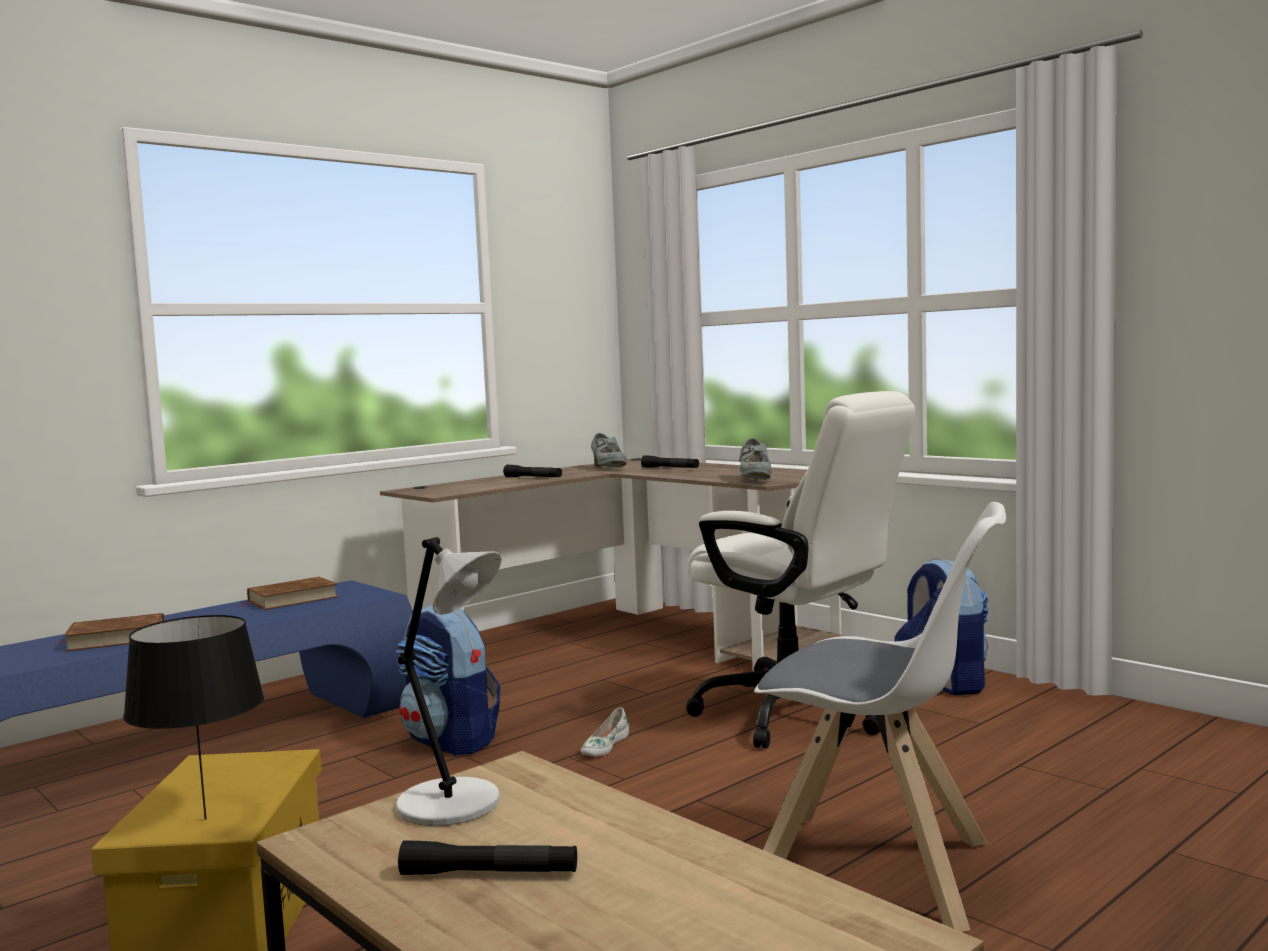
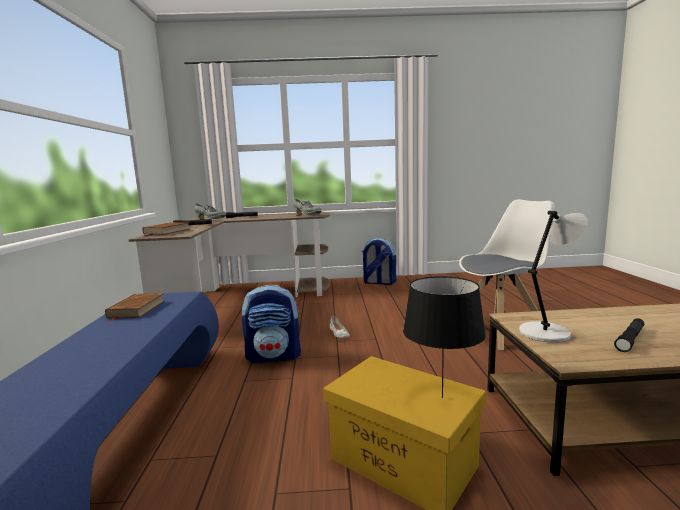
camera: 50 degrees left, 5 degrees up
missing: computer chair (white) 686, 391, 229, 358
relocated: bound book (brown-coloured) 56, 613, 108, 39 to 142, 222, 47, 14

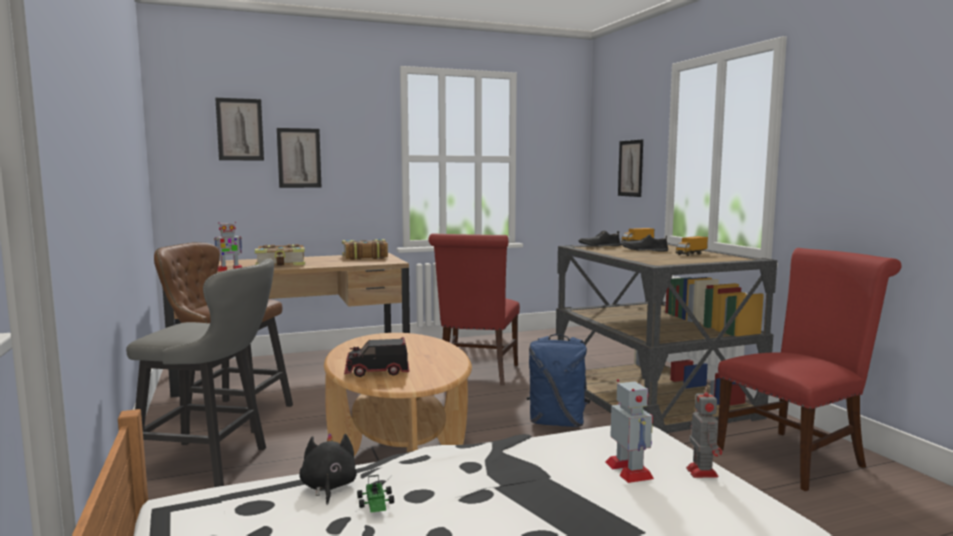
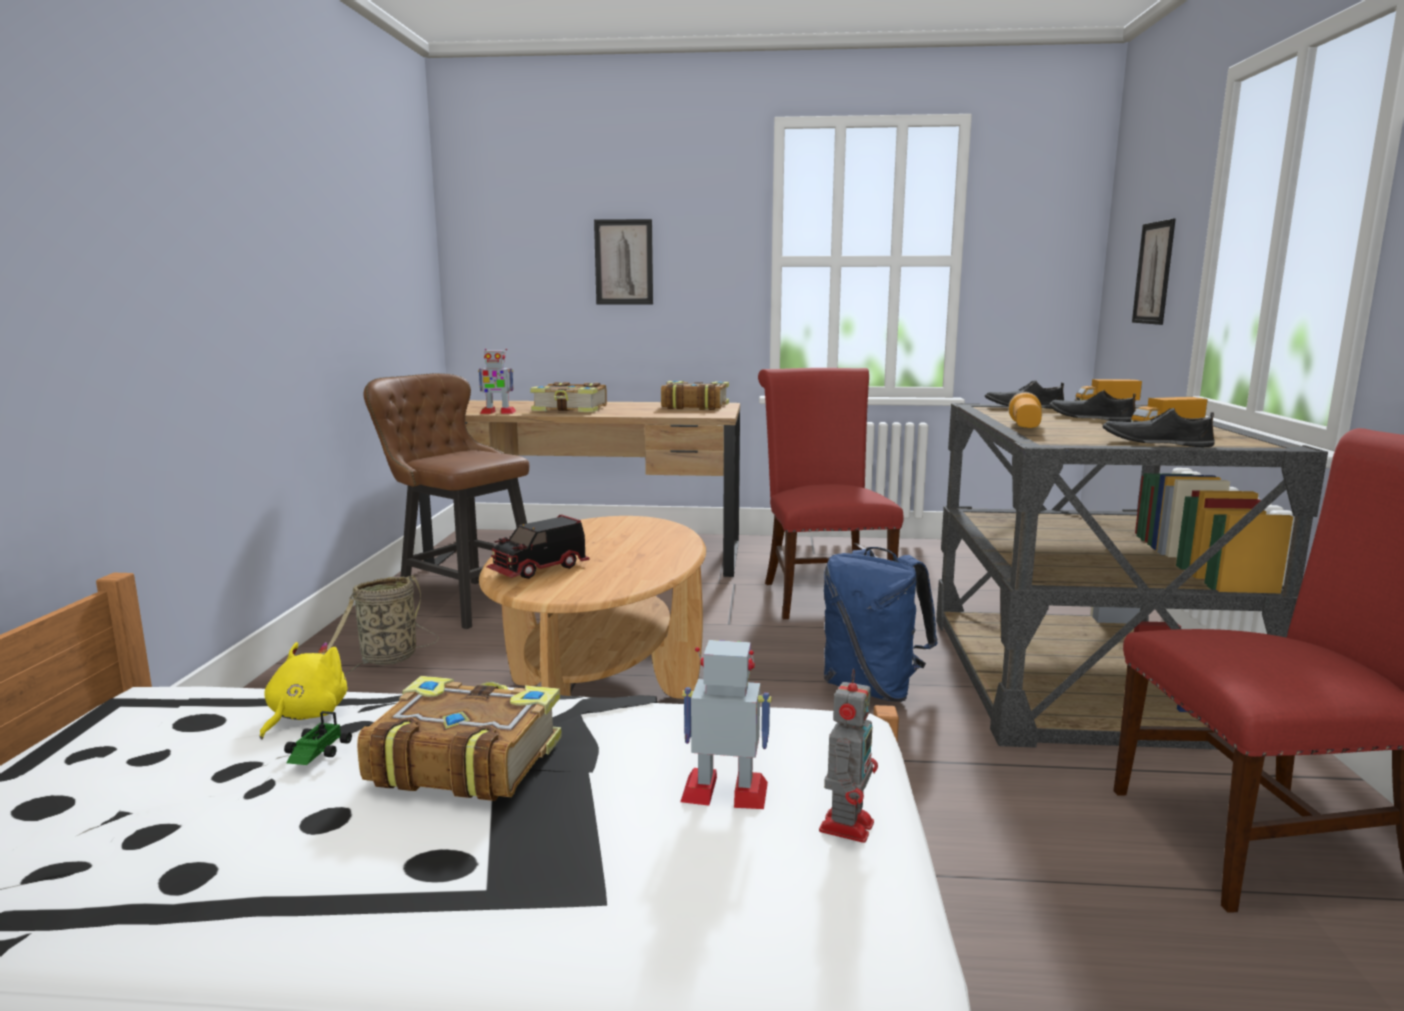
camera: 25 degrees right, 5 degrees up
missing: picture 215, 98, 49, 63
appeared: bound book 357, 676, 205, 125; flashlight 1008, 392, 34, 36; low shoe (black-coloured) 1103, 408, 112, 39
exchanged: stool seat (gray) 126, 258, 148, 229 to household basket 327, 575, 112, 100
colour: soft toy (black-coloured) 299, 433, 58, 72 to soft toy (yellow) 260, 642, 88, 97
spun: toy lorry 344, 337, 65, 40 = 487, 515, 103, 64 60 degrees counterclockwise; plain chair (reddish) 428, 233, 92, 153 = 758, 368, 146, 251 135 degrees clockwise; toy robot 606, 379, 48, 104 = 680, 640, 92, 169 90 degrees counterclockwise

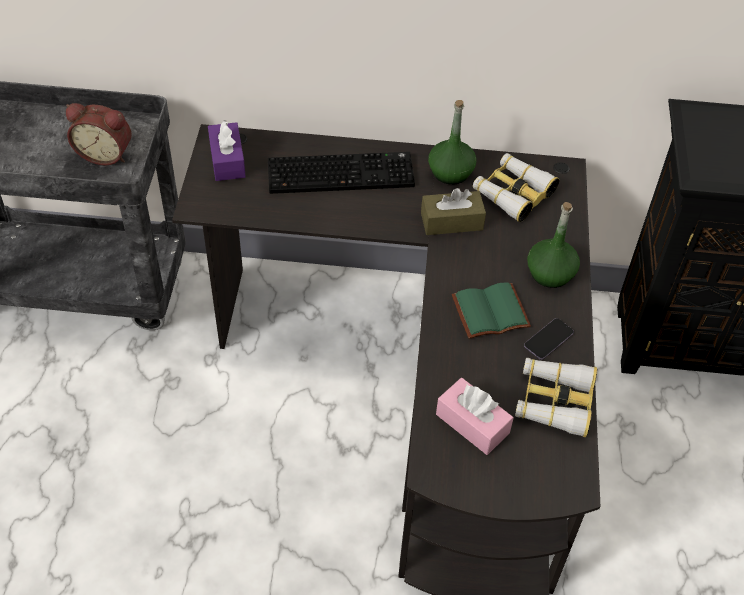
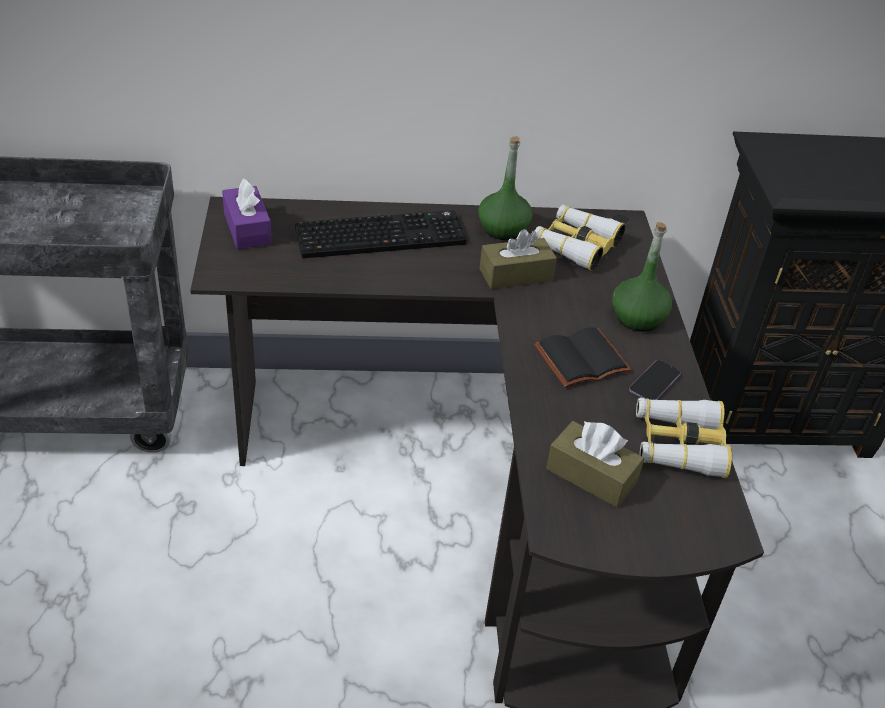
camera: 10 degrees left, 10 degrees down
missing: alarm clock 66, 103, 66, 62
colour: box of tissues (pink) 436, 378, 78, 77 to box of tissues (brown-coloured) 546, 421, 98, 86; bound book (green-coloured) 452, 283, 79, 56 to bound book (black-coloured) 534, 327, 98, 60

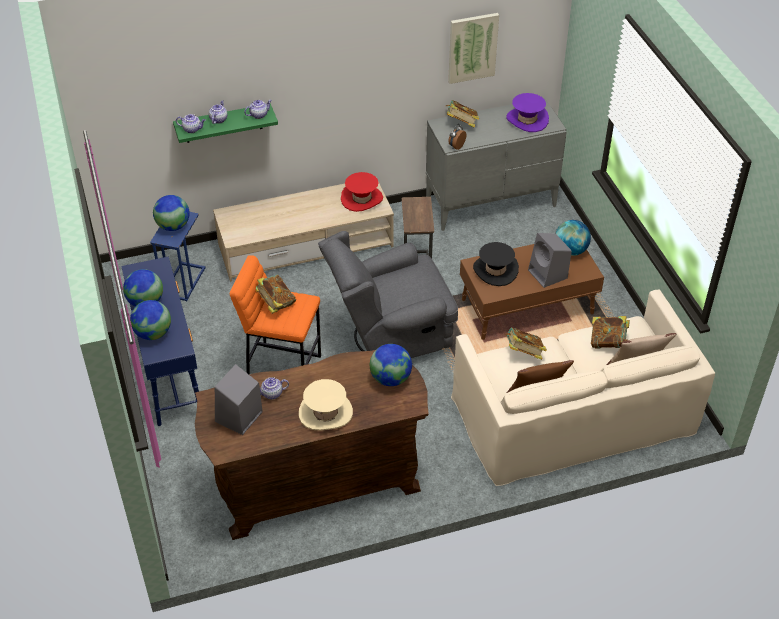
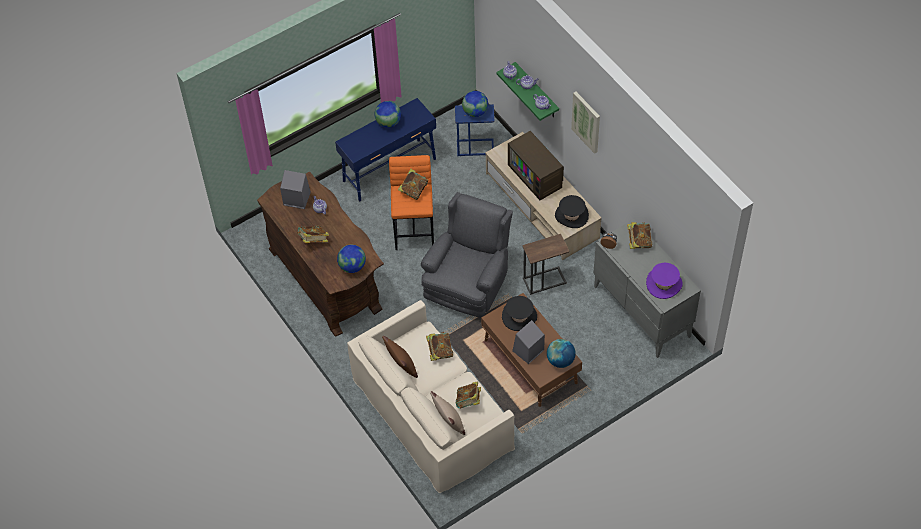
camera: 75 degrees right, 10 degrees up
missing: world globe 130, 300, 41, 40
appeared: TV set 508, 131, 56, 69
relocated: picture 448, 13, 51, 71 to 571, 92, 29, 62
exchanged: clothing hat (beige-coloured) 299, 379, 54, 52 to bound book 297, 226, 32, 17
colour: clothing hat (reddish) 341, 172, 42, 40 to clothing hat (black-coloured) 555, 195, 34, 33
spun: armchair (gray) 318, 231, 140, 127 = 421, 192, 92, 126 60 degrees clockwise

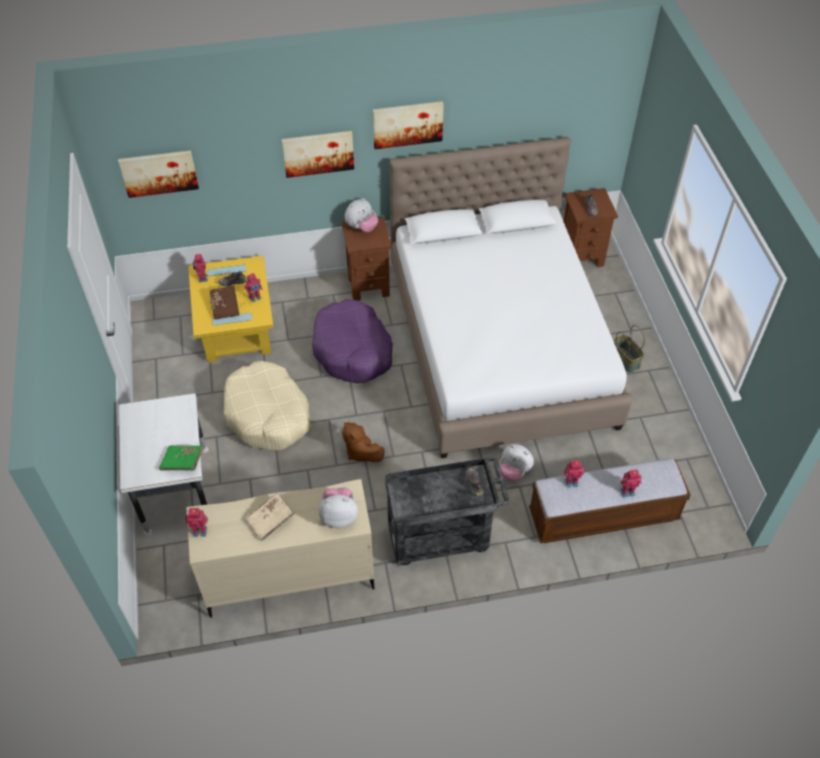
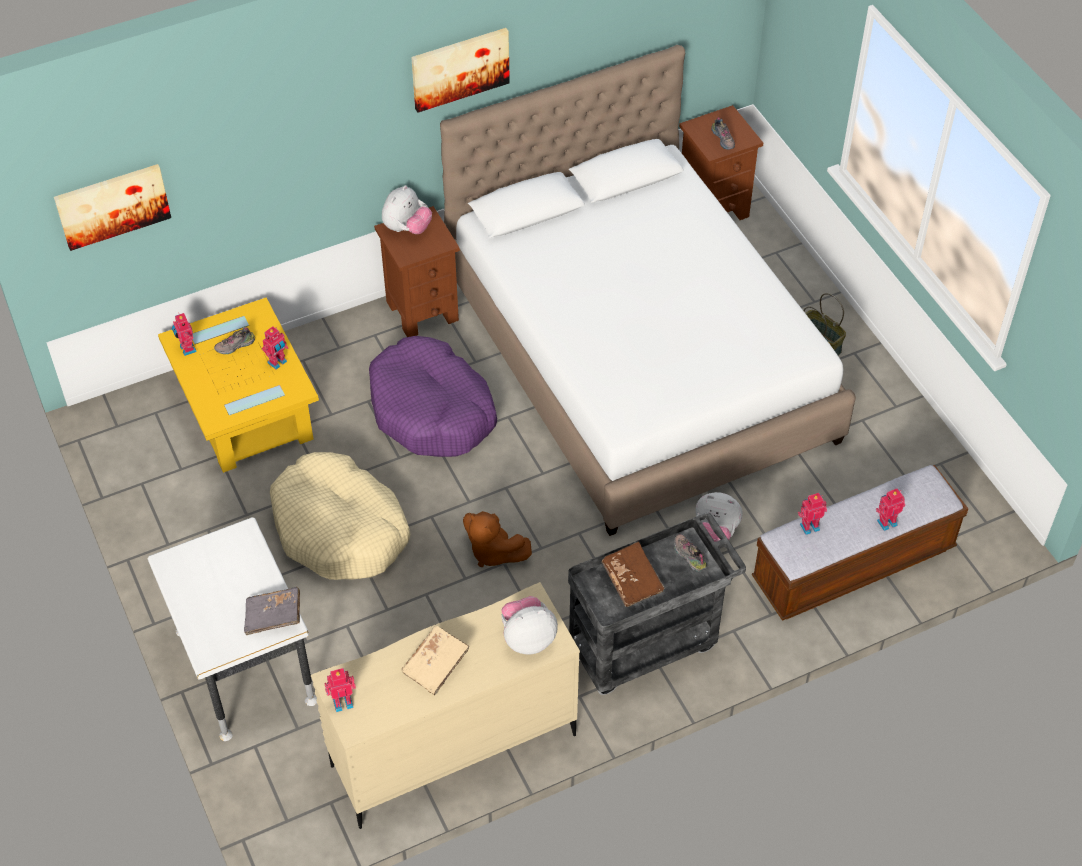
camera: 15 degrees left, 0 degrees up
missing: picture 282, 131, 72, 47
relocated: bound book (brown-coloured) 210, 286, 30, 34 to 601, 542, 64, 65
colour: bound book (green-coloured) 159, 445, 44, 26 to bound book (gray) 244, 587, 56, 48

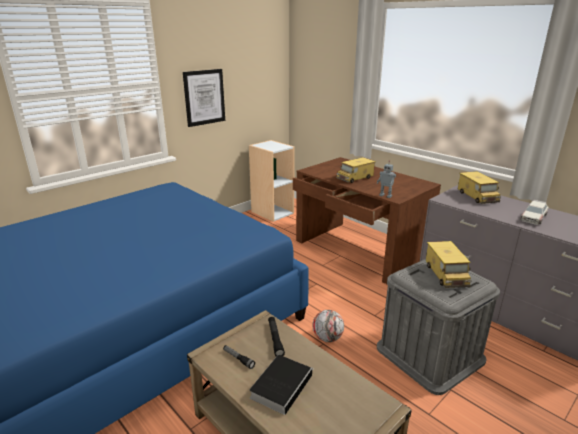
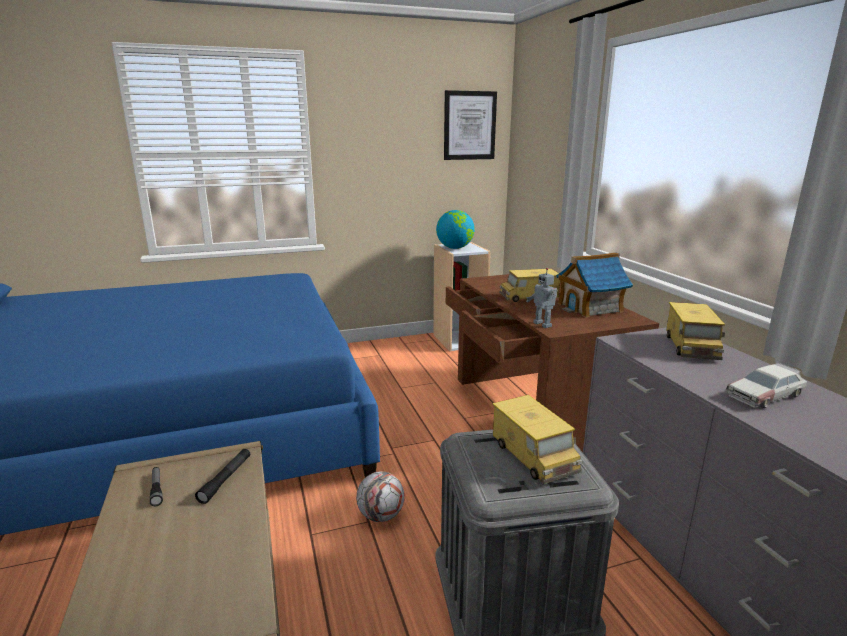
camera: 25 degrees right, 5 degrees down
missing: bound book 249, 355, 65, 60
appeared: world globe 436, 210, 39, 39; toy house 556, 253, 77, 65
relocated: picture 183, 69, 42, 58 to 444, 90, 53, 70
spun: toy lorry 426, 241, 46, 47 = 492, 395, 90, 89 45 degrees counterclockwise

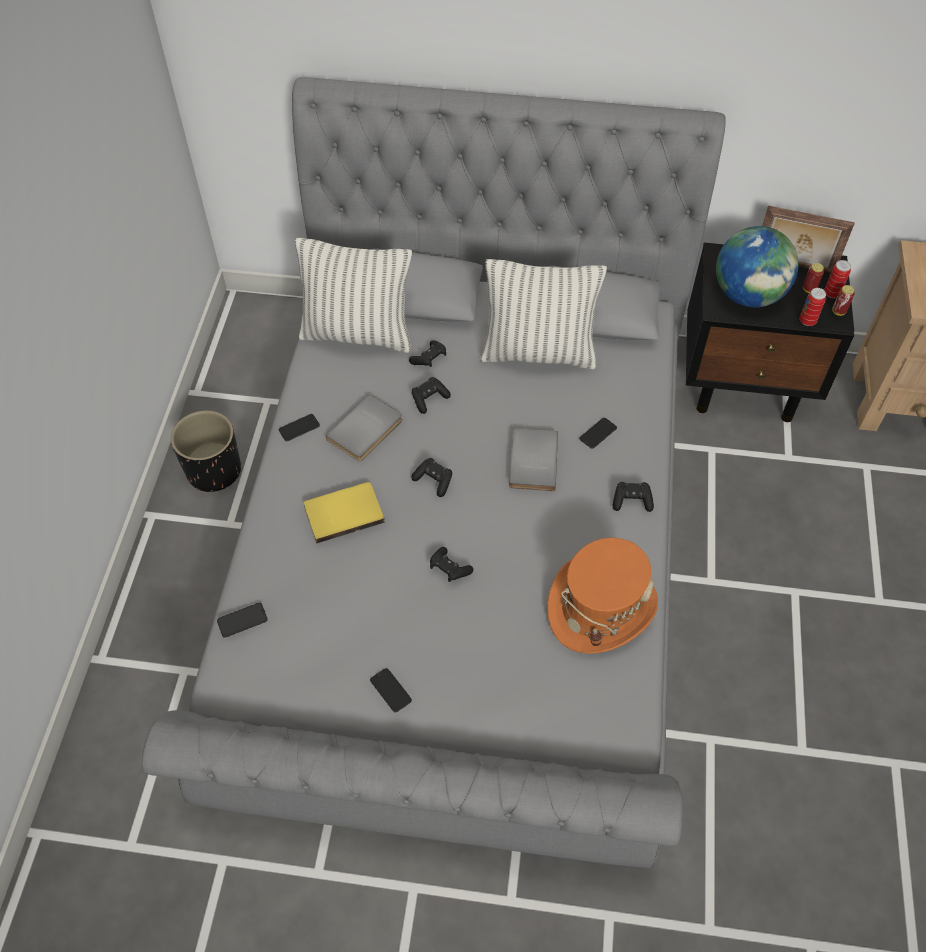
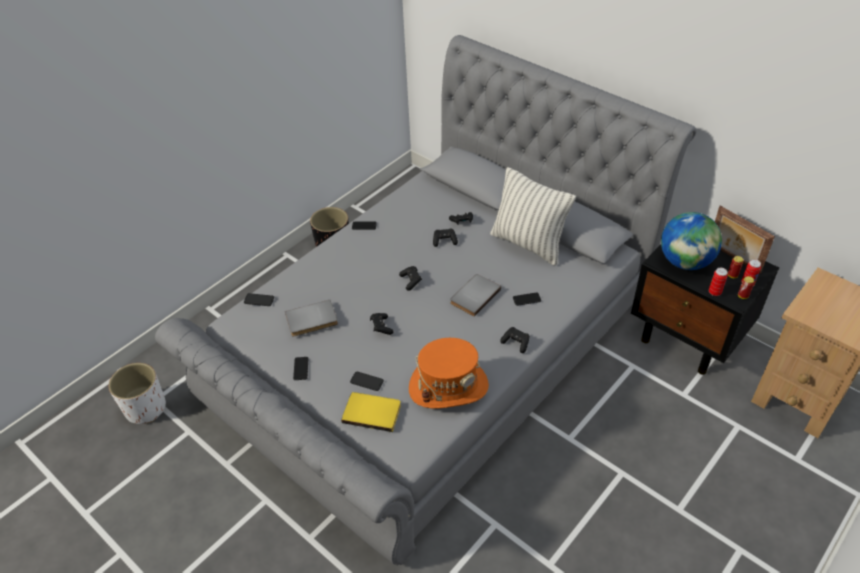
camera: 35 degrees right, 10 degrees down
missing: throw pillow 295, 238, 117, 115
appeared: planter (white) 109, 363, 57, 61; handset 350, 372, 34, 19
relocated: bound book (yellow) 304, 482, 81, 62 to 341, 392, 60, 40; bound book (gray) 326, 394, 76, 67 to 285, 300, 53, 36

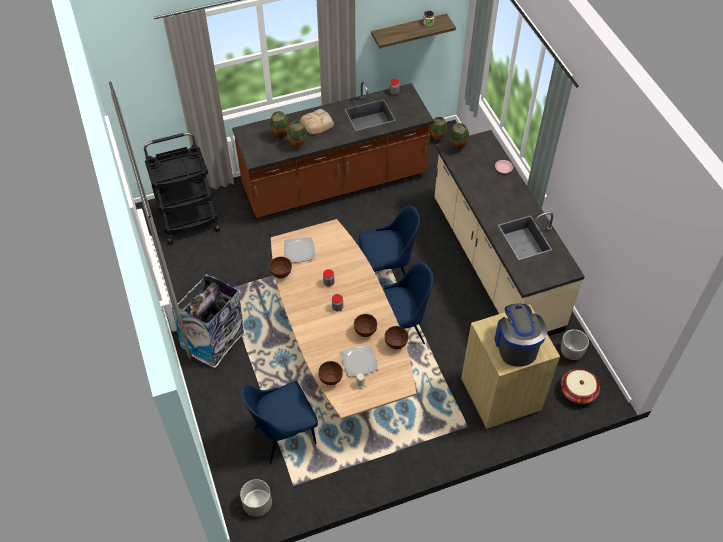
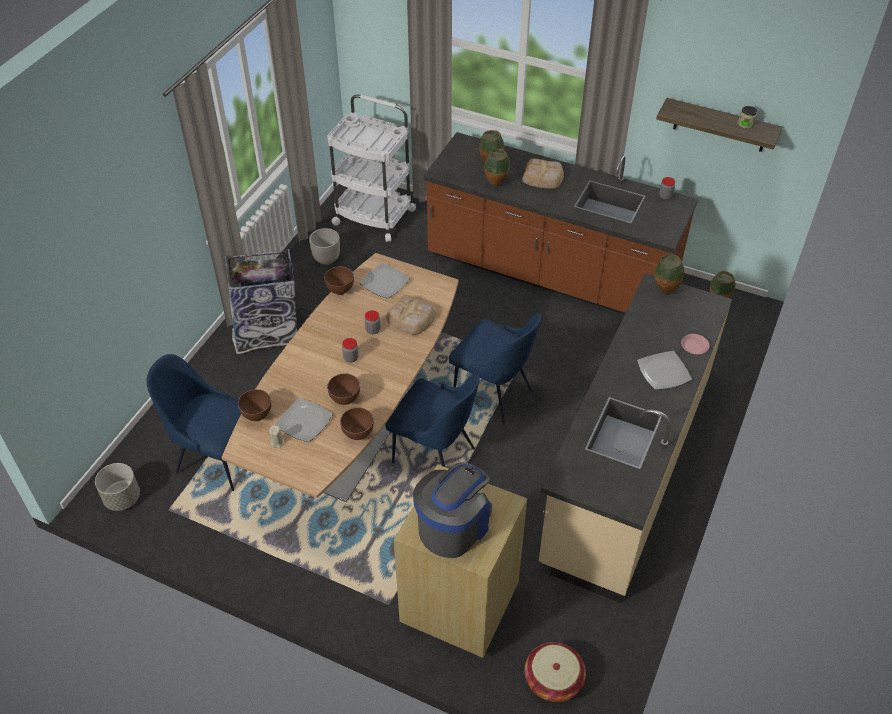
camera: 45 degrees right, 5 degrees down
appeared: bakery bread 386, 295, 50, 40; flat dish 637, 351, 55, 39
relocated: planter 561, 329, 28, 31 to 309, 228, 31, 37
colour: trolley (black-coloured) 144, 133, 77, 111 to trolley (white) 327, 95, 89, 147

